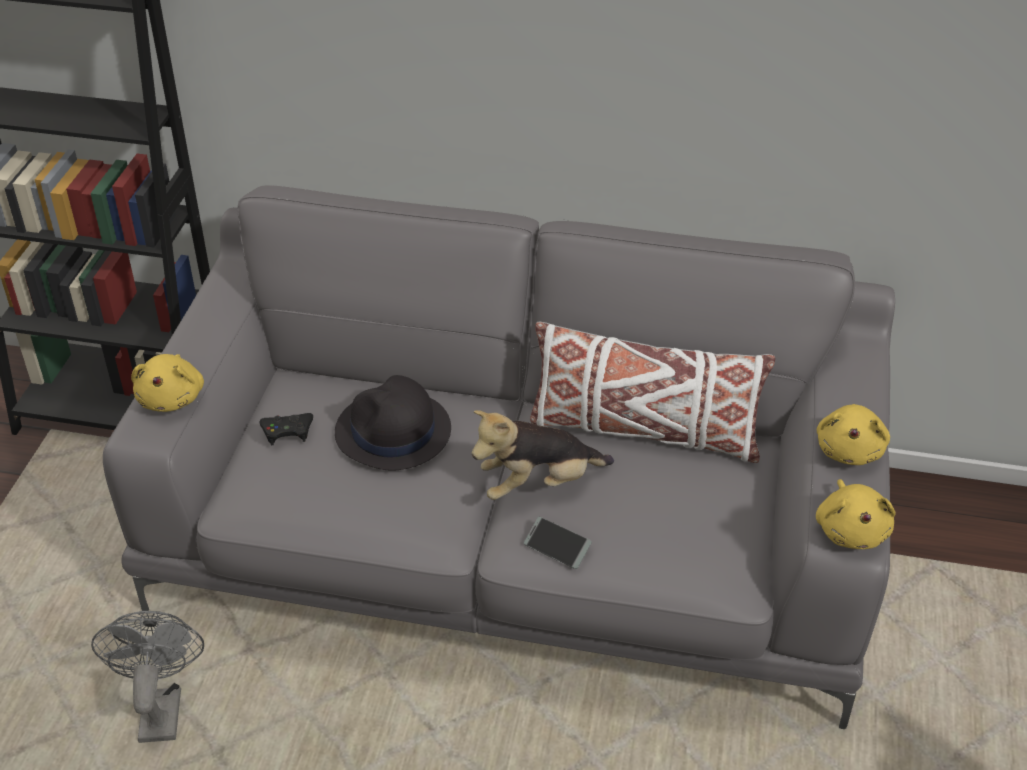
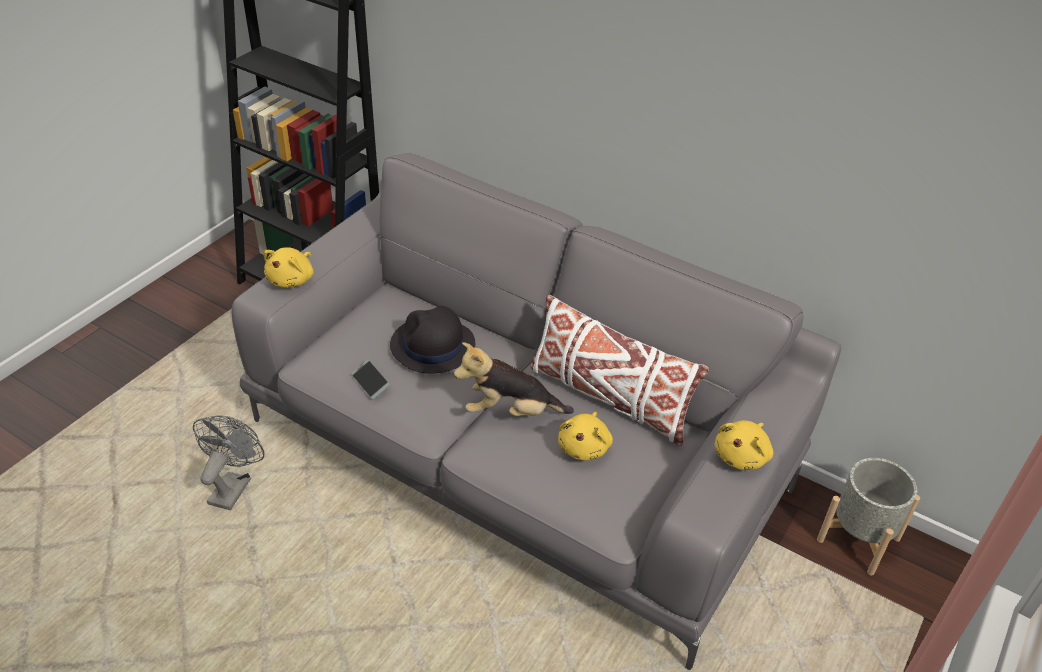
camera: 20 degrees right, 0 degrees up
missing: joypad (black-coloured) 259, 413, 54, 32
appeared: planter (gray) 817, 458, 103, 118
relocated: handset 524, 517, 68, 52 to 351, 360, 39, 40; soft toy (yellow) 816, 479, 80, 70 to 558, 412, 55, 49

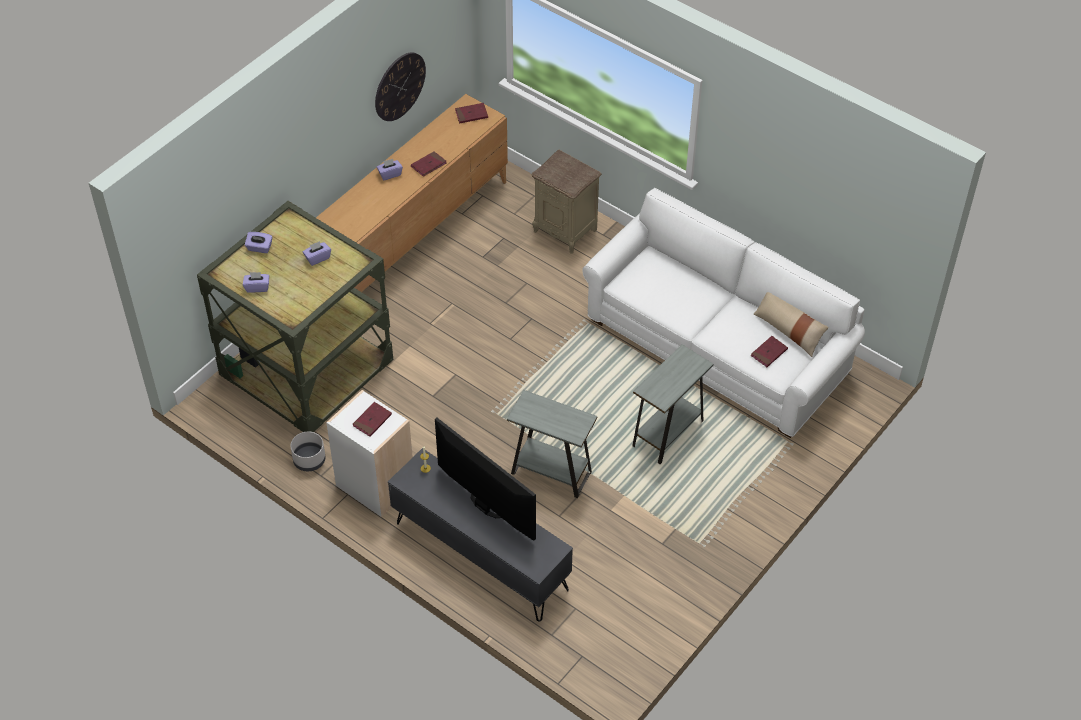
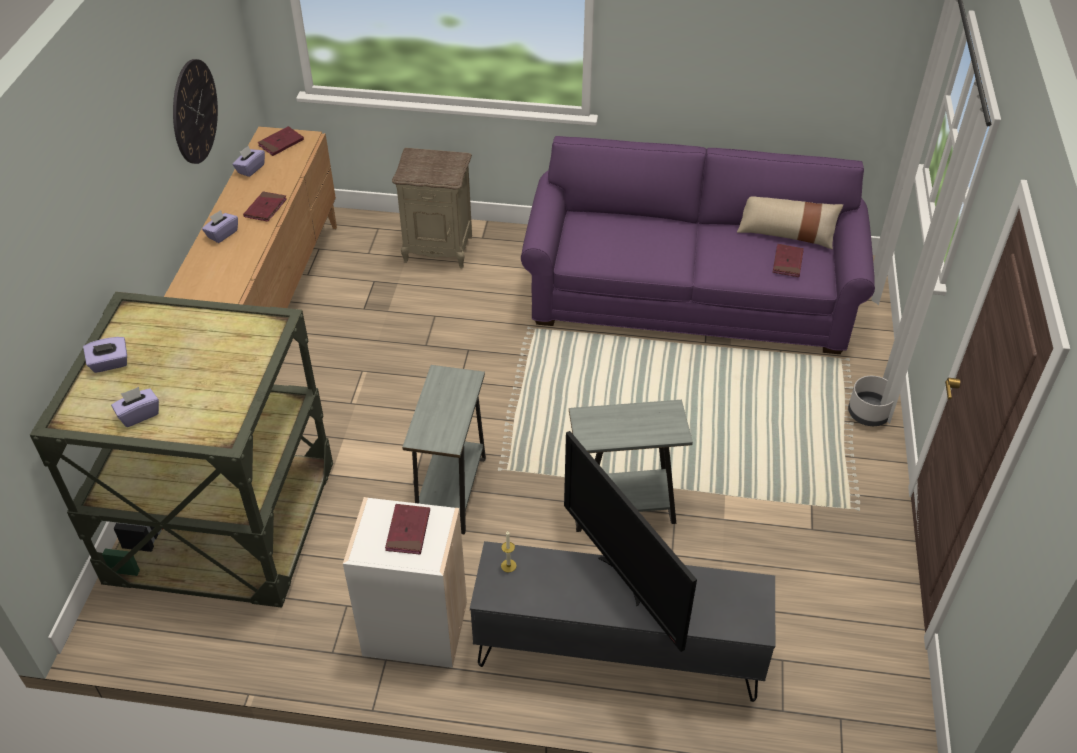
camera: 30 degrees left, 5 degrees down
relocated: planter (gray) 290, 432, 36, 39 to 848, 376, 45, 50; box of tissues (purplish) 303, 241, 28, 25 to 232, 145, 33, 32; end table (gray) 632, 345, 81, 119 to 402, 365, 84, 170
colour: sofa (white) 582, 188, 283, 250 to sofa (purplish) 521, 136, 354, 218
spun: TV set 435, 418, 101, 123 = 564, 431, 133, 221 135 degrees counterclockwise

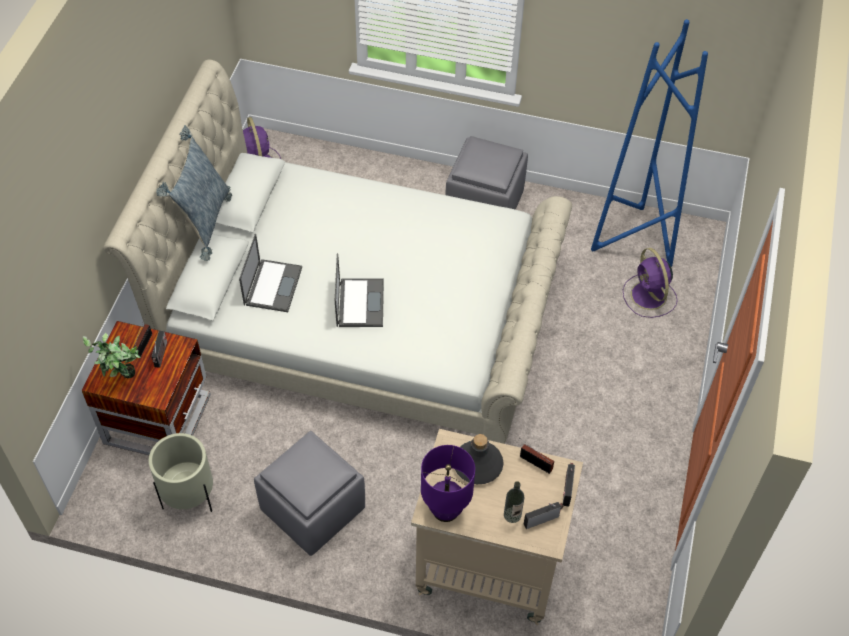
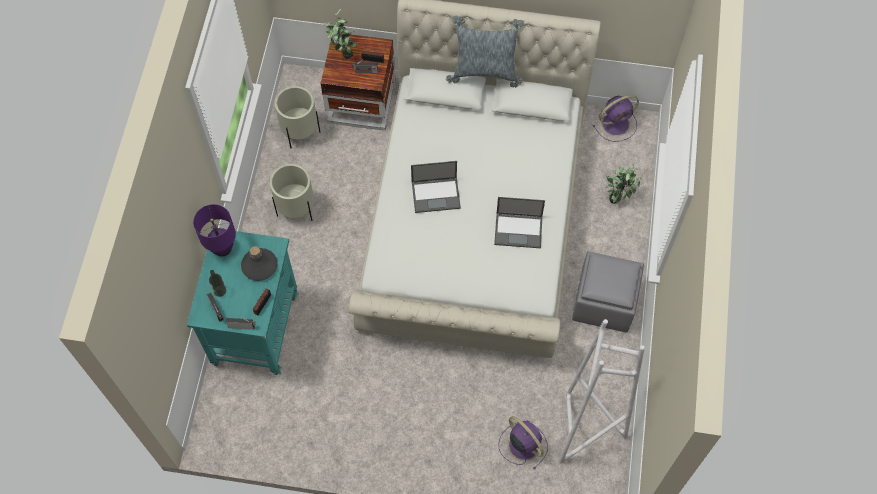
camera: 85 degrees right, 10 degrees up
appeared: houseplant 606, 165, 36, 39
relocated: laptop 239, 234, 63, 78 to 494, 197, 51, 51
exchanged: pouffe (gray) 254, 431, 111, 125 to planter (beige-coloured) 270, 164, 44, 57
colour: trolley (beige-coloured) 411, 429, 172, 197 to trolley (turquoise) 187, 228, 111, 147; garment rack (blue-coloured) 591, 19, 117, 248 to garment rack (white) 559, 319, 86, 145
spun: cooling fan (purplish) 623, 248, 55, 70 = 498, 416, 50, 53 75 degrees clockwise

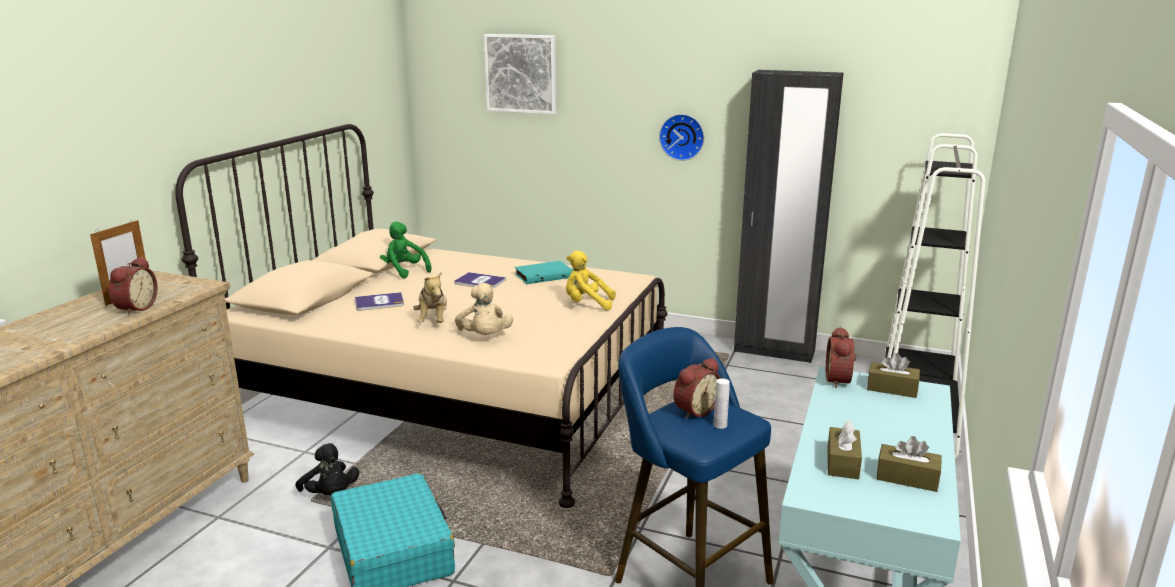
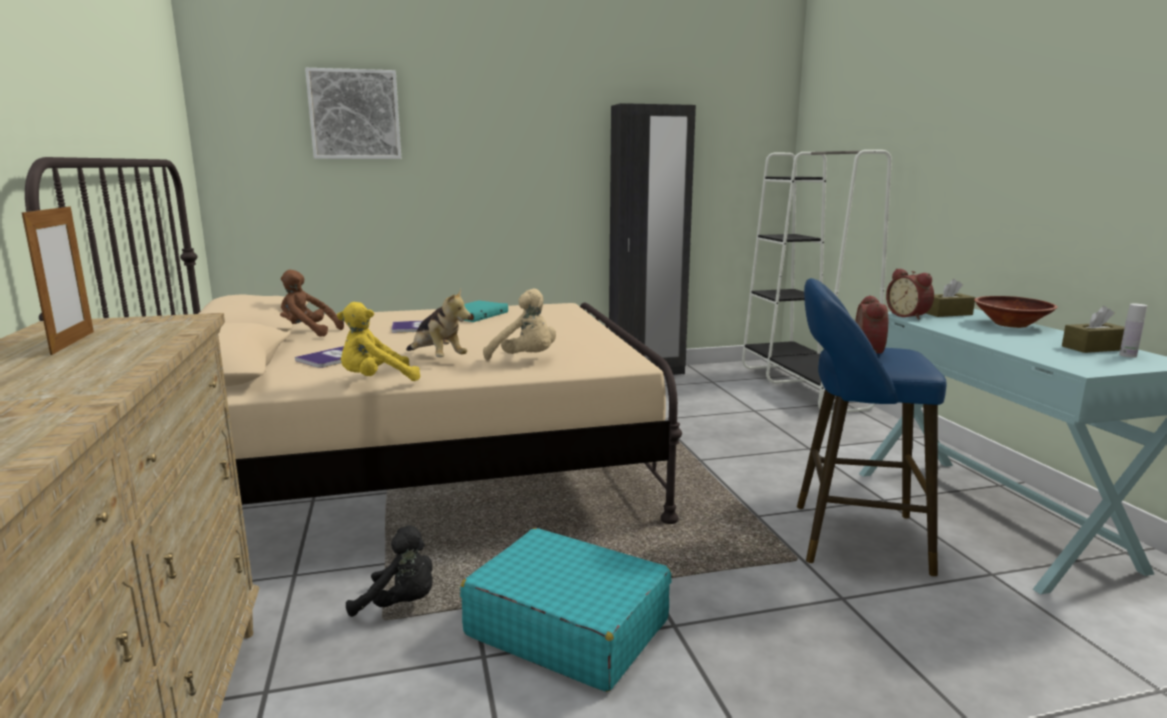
camera: 35 degrees left, 5 degrees down
missing: alarm clock 109, 257, 49, 59; wall clock 659, 114, 45, 47; box of tissues (brown-coloured) 827, 420, 35, 59
appeared: serving bowl (brown-coloured) 974, 296, 84, 32
relocated: soft toy (yellow) 566, 251, 50, 59 to 337, 302, 84, 79; bottle (white) 714, 379, 16, 50 to 1119, 304, 28, 54
colour: soft toy (green-coloured) 380, 222, 52, 56 to soft toy (brown-coloured) 280, 270, 64, 67

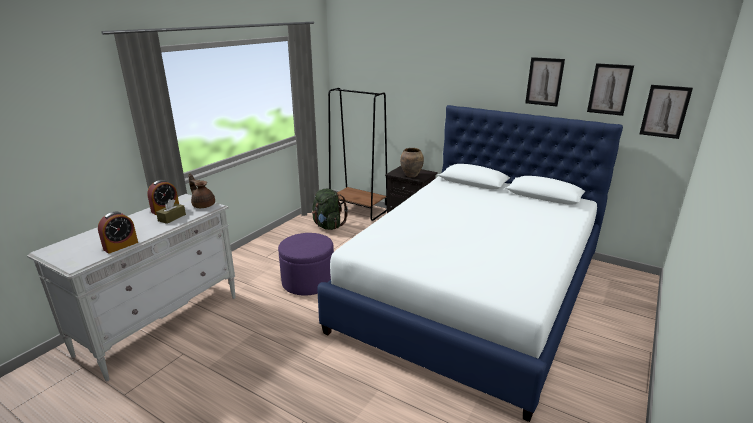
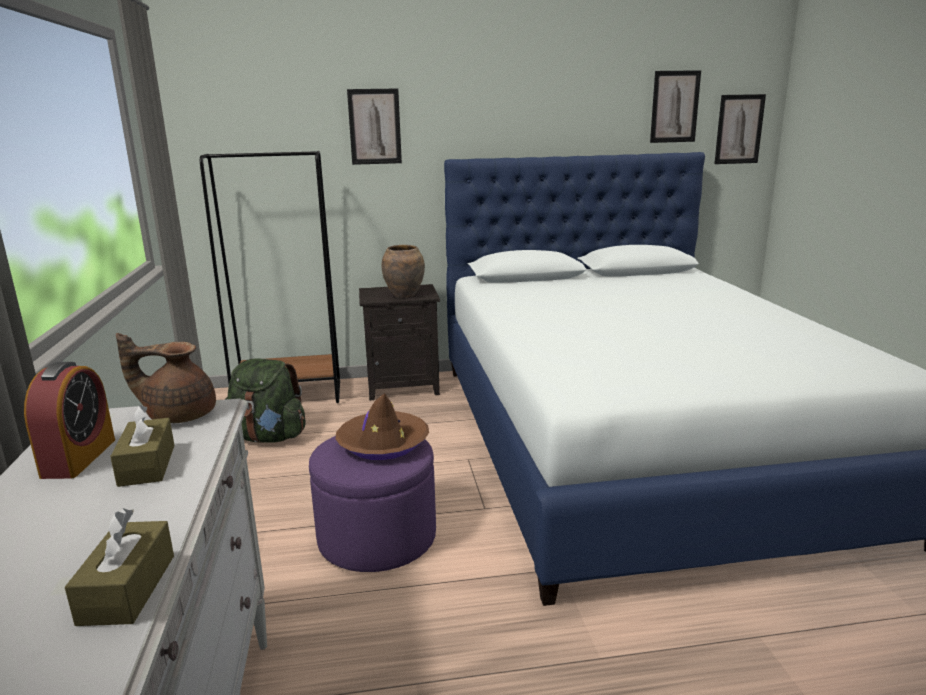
camera: 40 degrees left, 5 degrees down
appeared: clothing hat (brown-coloured) 335, 393, 94, 67
relocated: picture 525, 57, 40, 49 to 347, 89, 55, 76
exchanged: alarm clock 98, 212, 40, 42 to box of tissues (brown-coloured) 65, 508, 109, 118

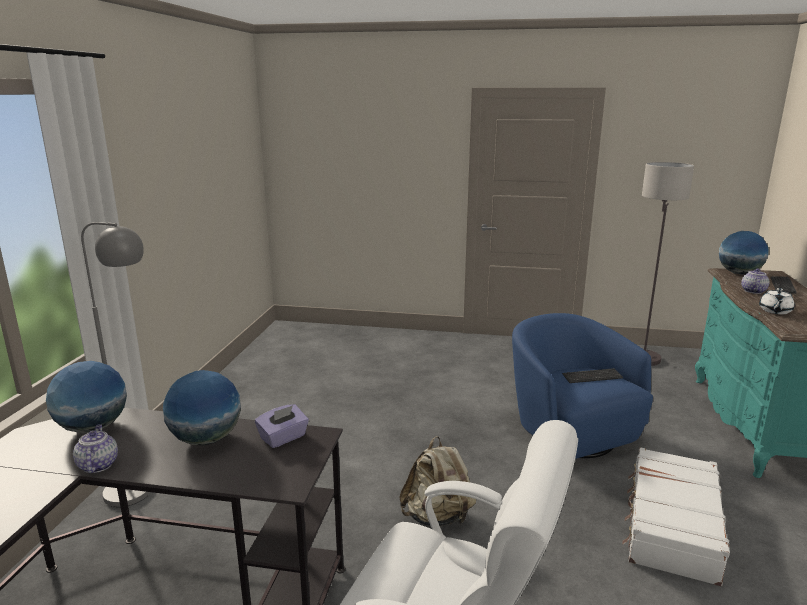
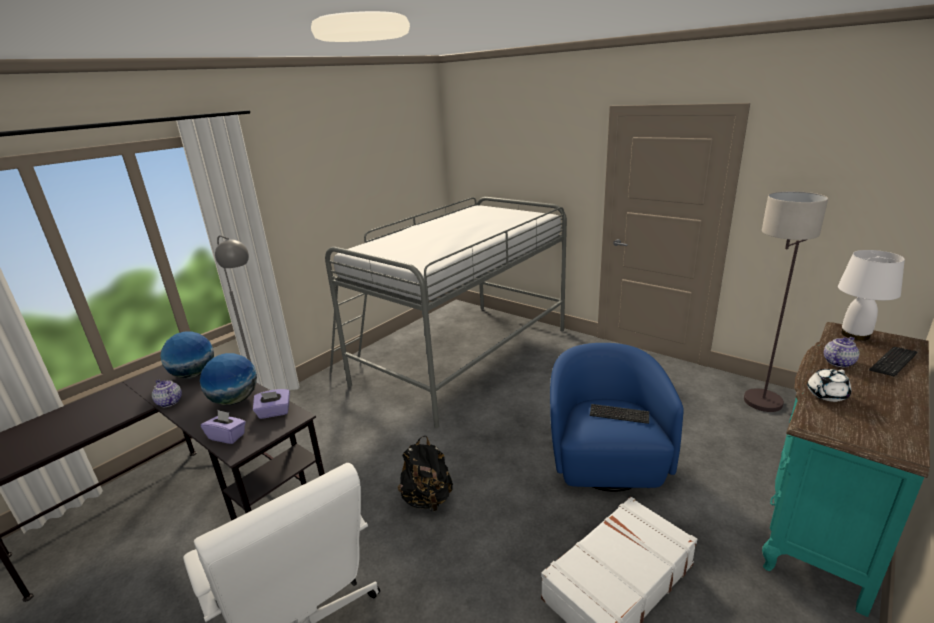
camera: 30 degrees right, 5 degrees up
appeared: box of tissues (purplish) 201, 410, 45, 34; sleeping bed (gray) 325, 197, 242, 231
exchanged: world globe 719, 231, 50, 43 to table lamp (white) 838, 250, 67, 90
colour: knapsack (beige-coloured) 399, 436, 77, 91 to knapsack (black-coloured) 398, 436, 55, 77
spun: tea pot 73, 424, 45, 49 = 152, 380, 30, 27 60 degrees counterclockwise

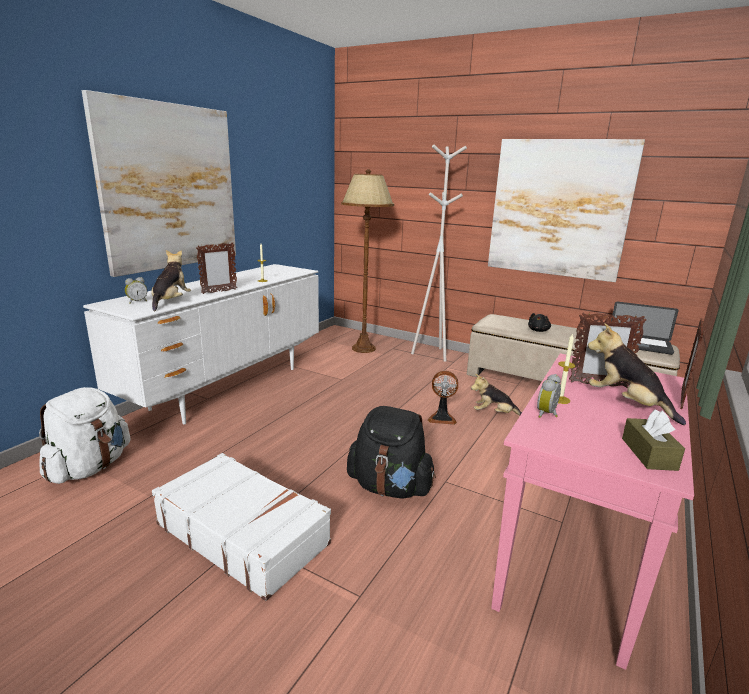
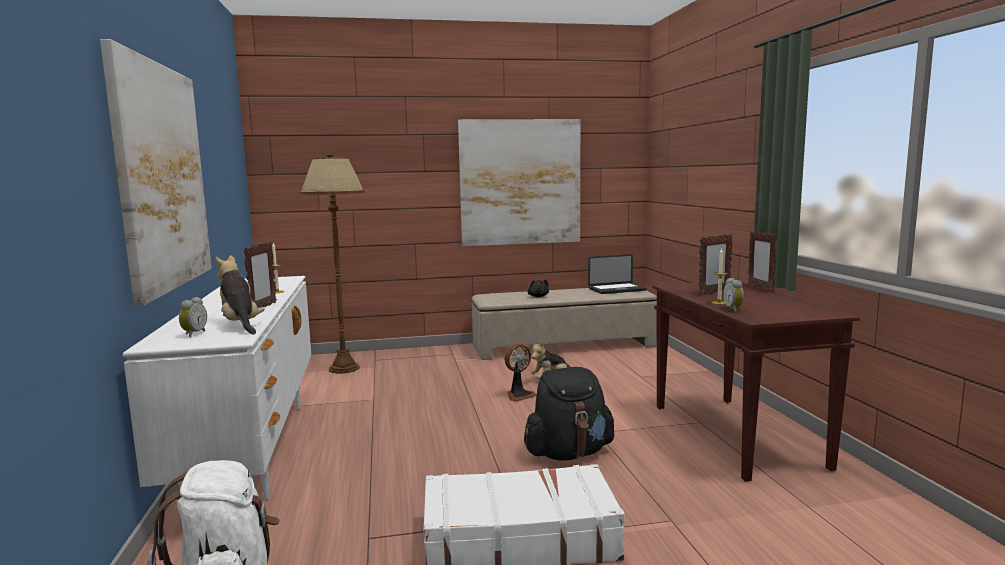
camera: 40 degrees left, 10 degrees down
missing: garment rack (gray) 411, 145, 56, 217; soft toy 588, 323, 98, 102; box of tissues (brown-coloured) 622, 410, 63, 61
colour: console table (pink) 491, 353, 203, 317 to console table (brown-coloured) 652, 282, 208, 200

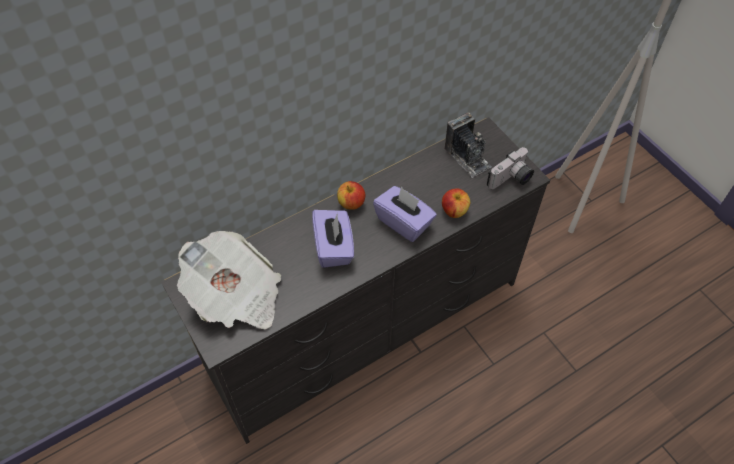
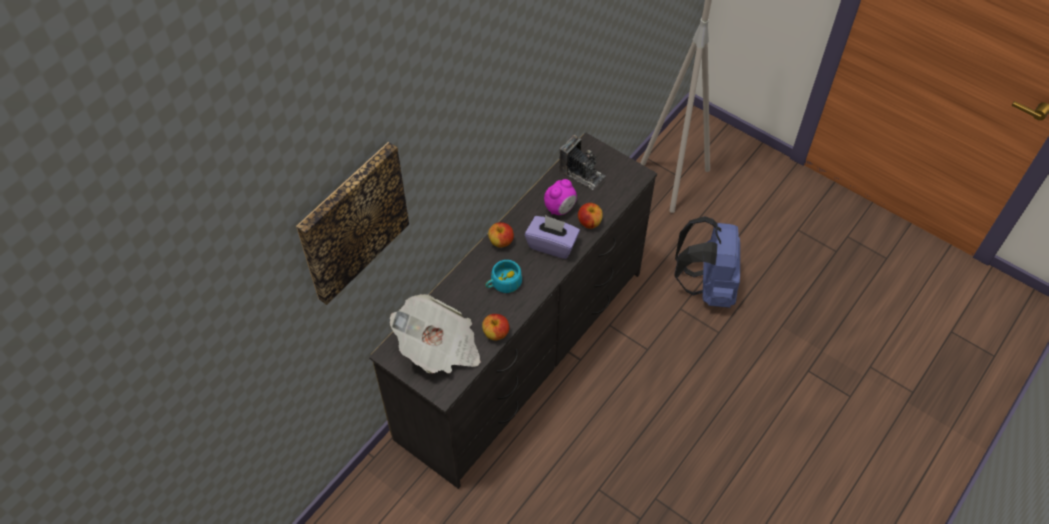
camera: 20 degrees left, 0 degrees up
missing: still camera 487, 147, 47, 42
appeared: picture 296, 142, 113, 163; apple fruit 482, 314, 27, 27; alarm clock 544, 179, 33, 36; knapsack (blue-coloured) 674, 216, 66, 92
exchanged: box of tissues (purplish) 312, 210, 42, 58 to small cup (turquoise) 485, 260, 37, 33

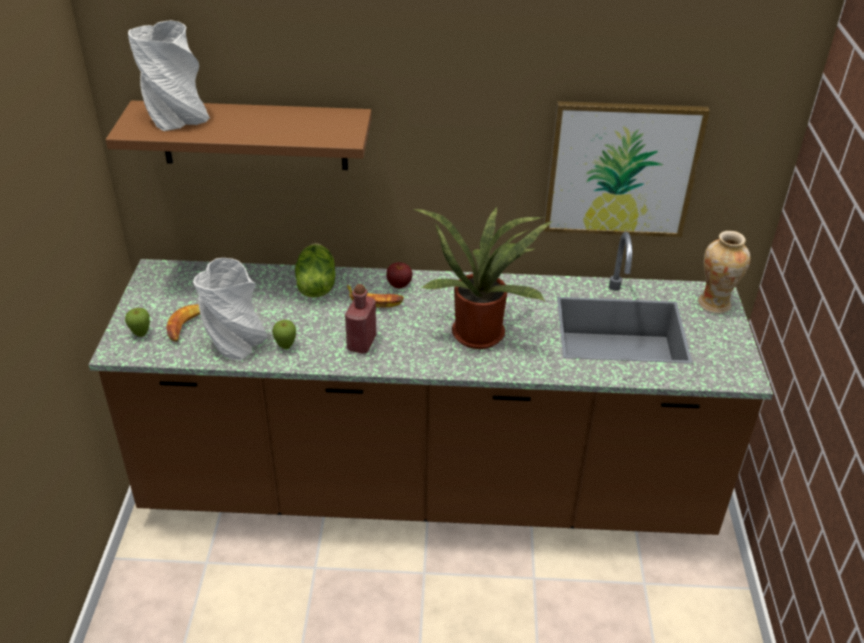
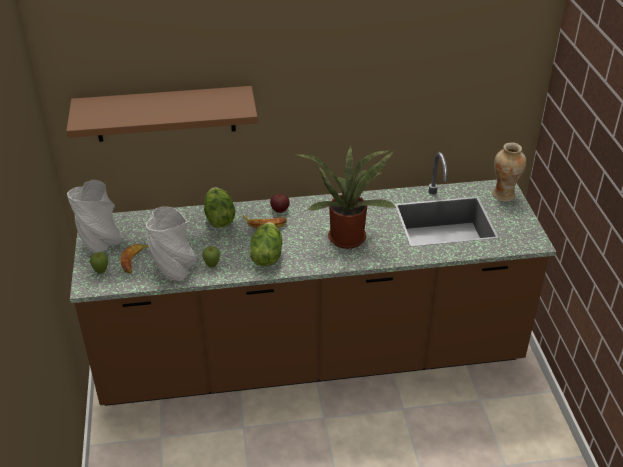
camera: 10 degrees left, 0 degrees up
missing: picture 544, 101, 166, 136
relocated: vase (gray) 128, 20, 82, 111 to 67, 180, 57, 73
exchanged: bottle (reddish) 345, 284, 31, 70 to head of lettuce 250, 222, 32, 44

